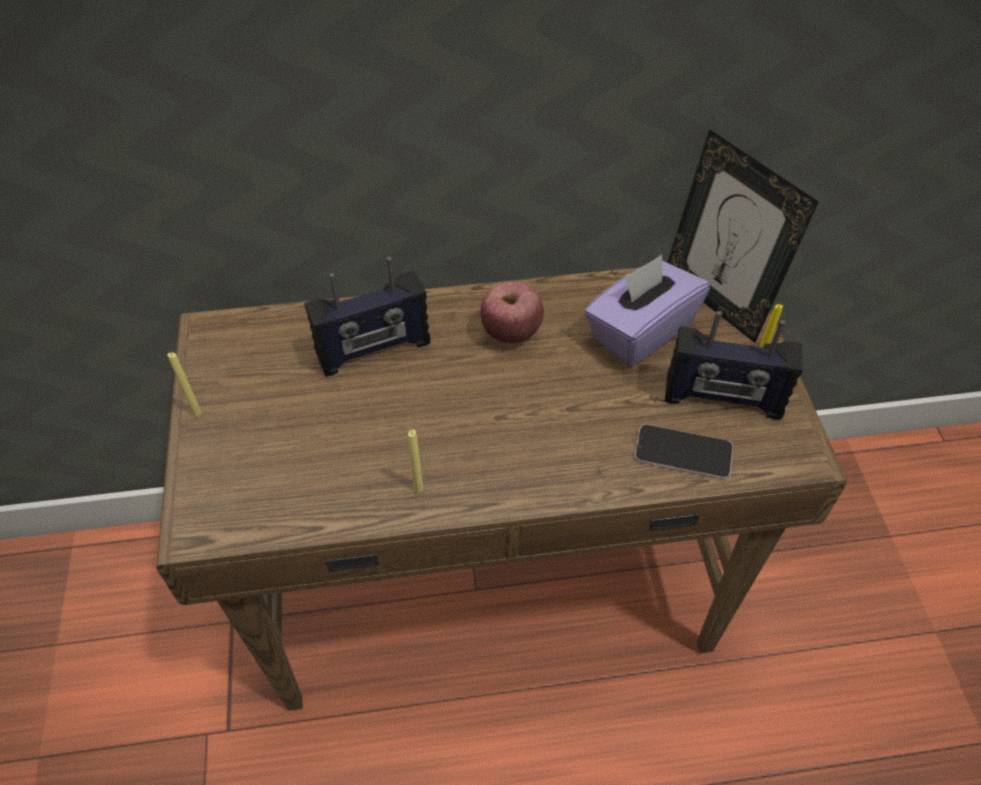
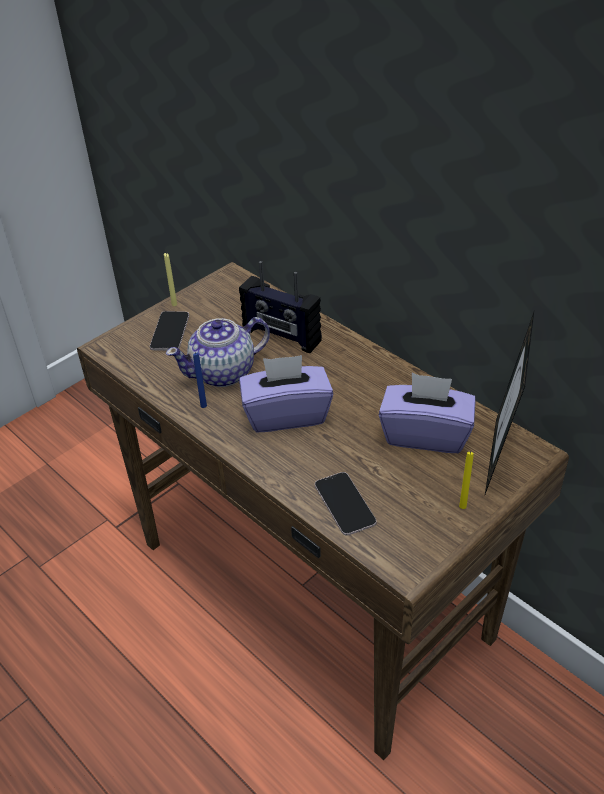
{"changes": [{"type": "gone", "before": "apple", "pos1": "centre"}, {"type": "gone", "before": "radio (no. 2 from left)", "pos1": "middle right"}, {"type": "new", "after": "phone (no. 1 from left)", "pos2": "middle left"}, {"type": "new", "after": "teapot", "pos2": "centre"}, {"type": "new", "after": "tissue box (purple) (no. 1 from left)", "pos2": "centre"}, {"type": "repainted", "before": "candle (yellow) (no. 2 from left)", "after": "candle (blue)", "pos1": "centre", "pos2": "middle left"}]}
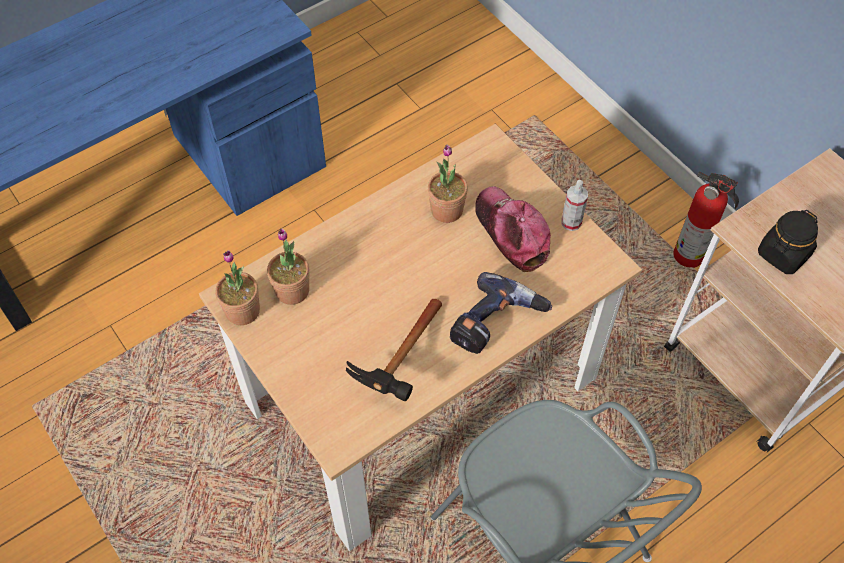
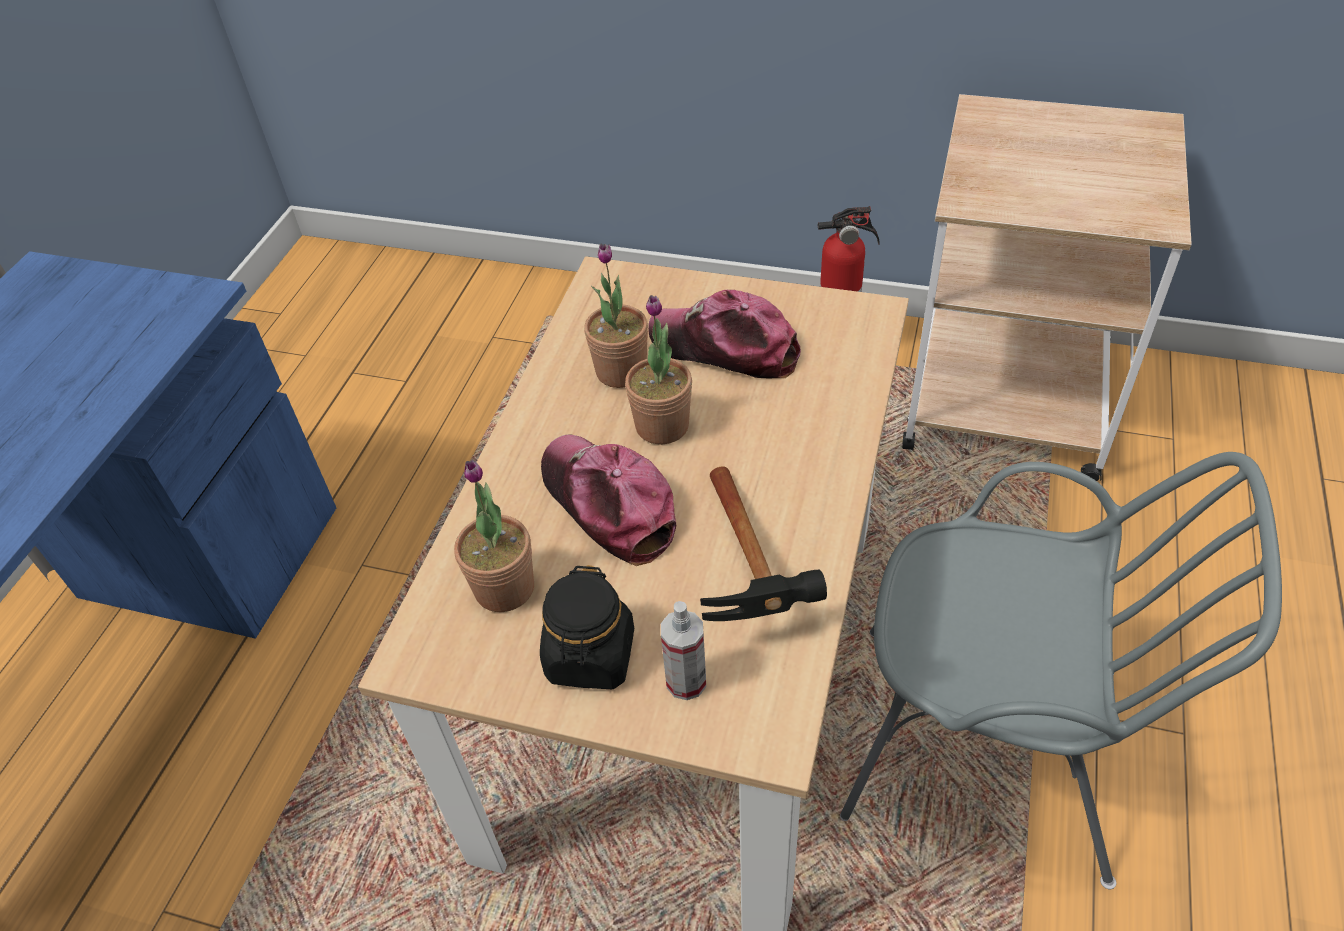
{"changes": [{"type": "gone", "before": "power drill", "pos1": "centre"}, {"type": "new", "after": "cap (no. 1 from left)", "pos2": "centre"}, {"type": "shifted", "before": "potted plant (no. 1 from left in the first image)", "after": "potted plant (no. 3 from left)", "pos1": "middle left", "pos2": "centre"}, {"type": "shifted", "before": "spray bottle", "pos1": "middle right", "pos2": "bottom centre"}, {"type": "shifted", "before": "jar (black)", "pos1": "middle right", "pos2": "bottom centre"}]}
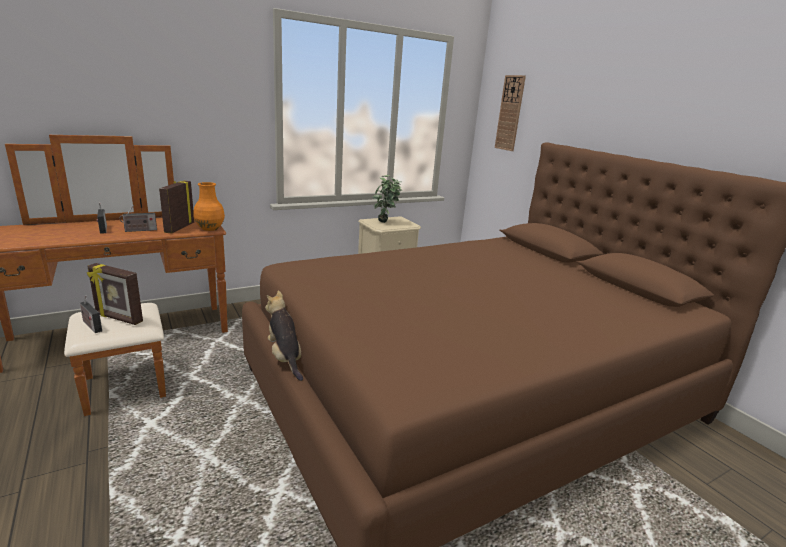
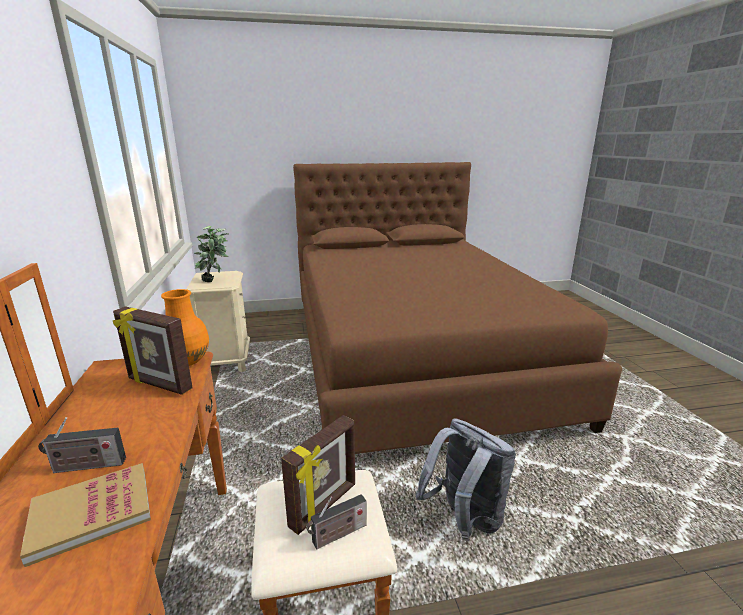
{"changes": [{"type": "gone", "before": "radio (no. 3 from left)", "pos1": "middle left"}, {"type": "gone", "before": "plush toy", "pos1": "centre"}, {"type": "gone", "before": "wall clock", "pos1": "top centre"}, {"type": "new", "after": "book", "pos2": "bottom left"}, {"type": "new", "after": "backpack (grey)", "pos2": "bottom centre"}]}
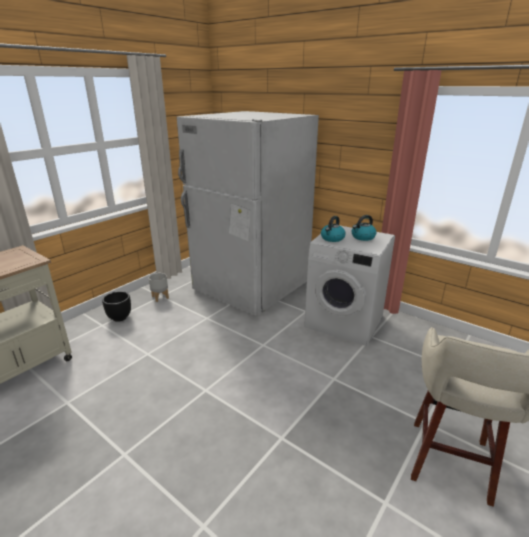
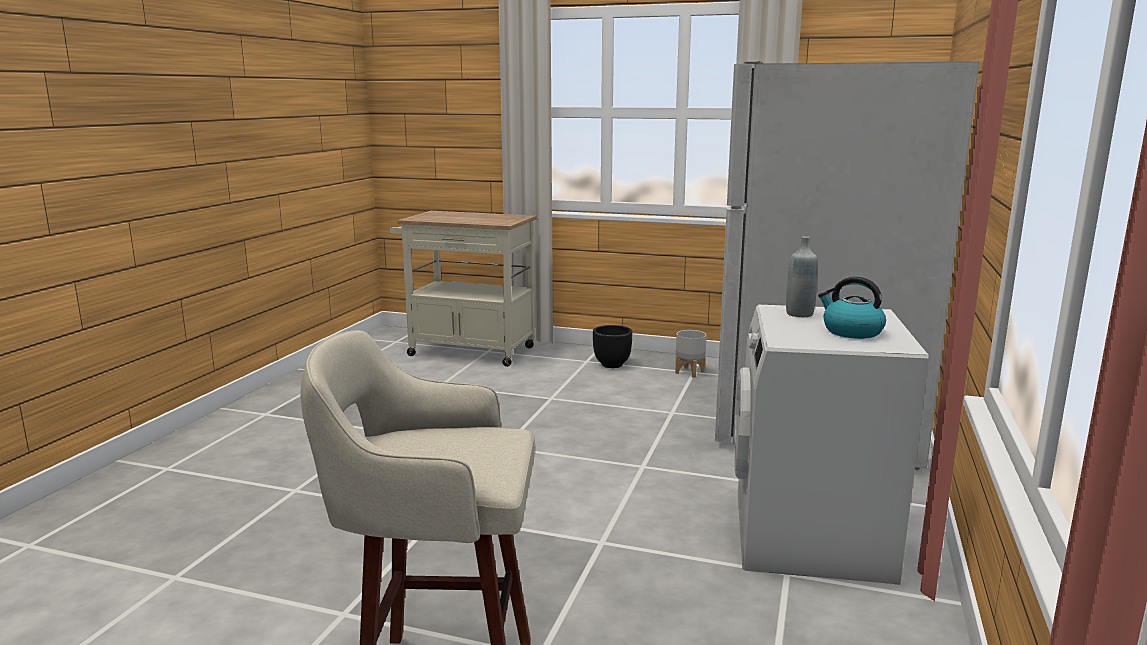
{"changes": [{"type": "swapped", "before": "kettle (no. 1 from left)", "after": "bottle (grey)", "pos1": "centre", "pos2": "middle right"}]}
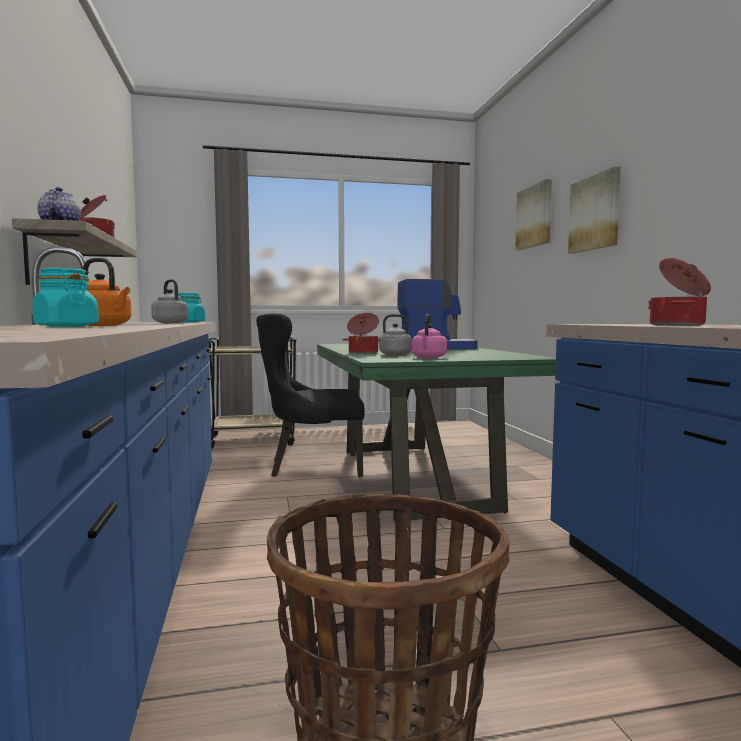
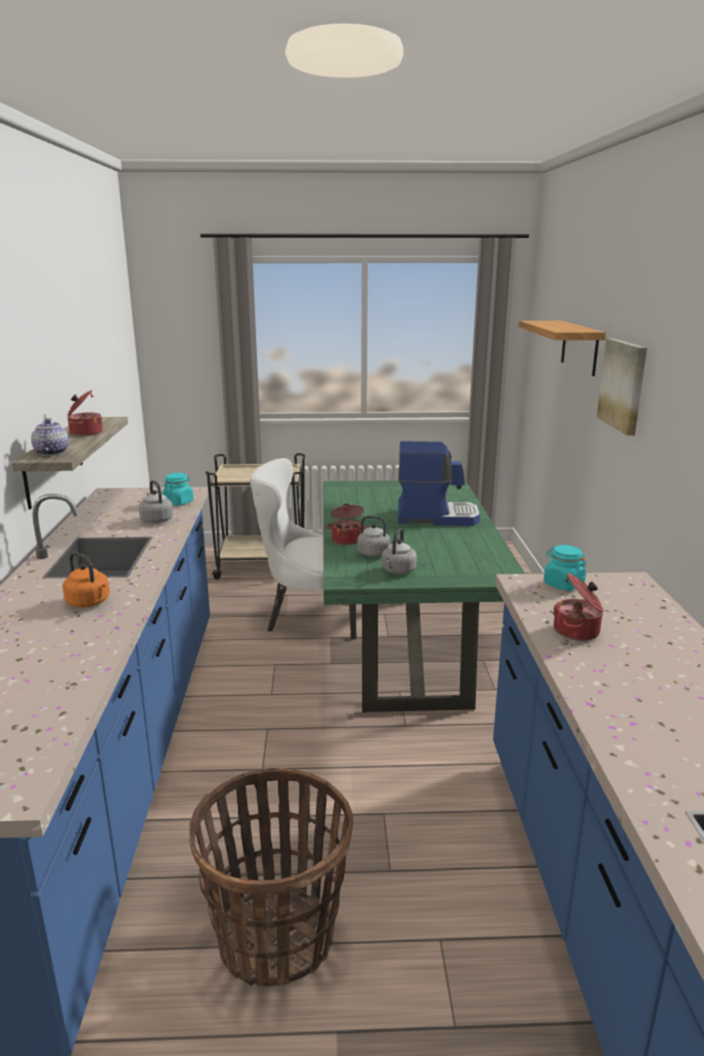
{"changes": [{"type": "shifted", "before": "jar (turquoise) (no. 1 from left in the first image)", "after": "jar (turquoise) (no. 2 from left)", "pos1": "middle left", "pos2": "middle right"}, {"type": "swapped", "before": "picture (no. 1 from left)", "after": "shelf (no. 2 from left)", "pos1": "top right", "pos2": "top right"}, {"type": "repainted", "before": "chair (black)", "after": "chair (white)", "pos1": "centre", "pos2": "centre"}, {"type": "repainted", "before": "kettle (pink)", "after": "kettle (grey) (no. 3 from left)", "pos1": "centre", "pos2": "centre"}]}
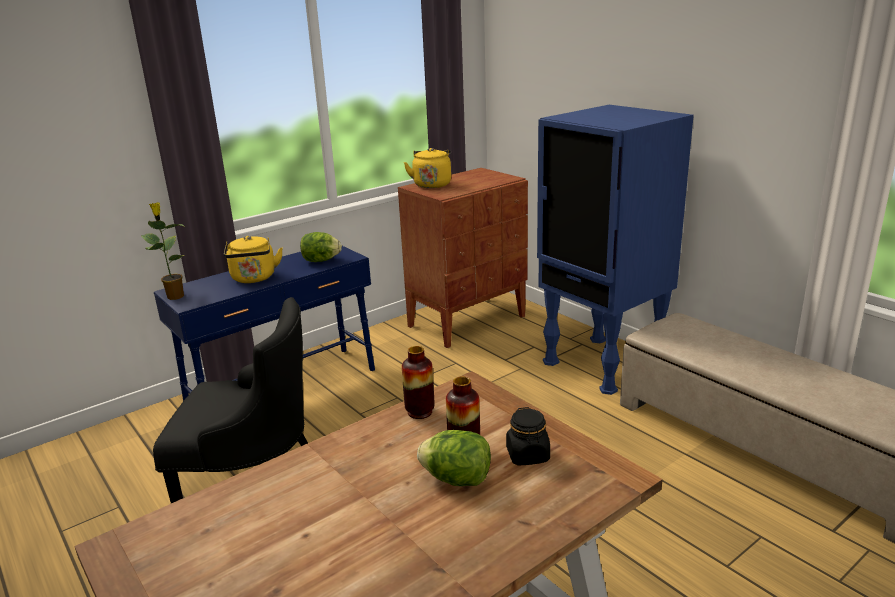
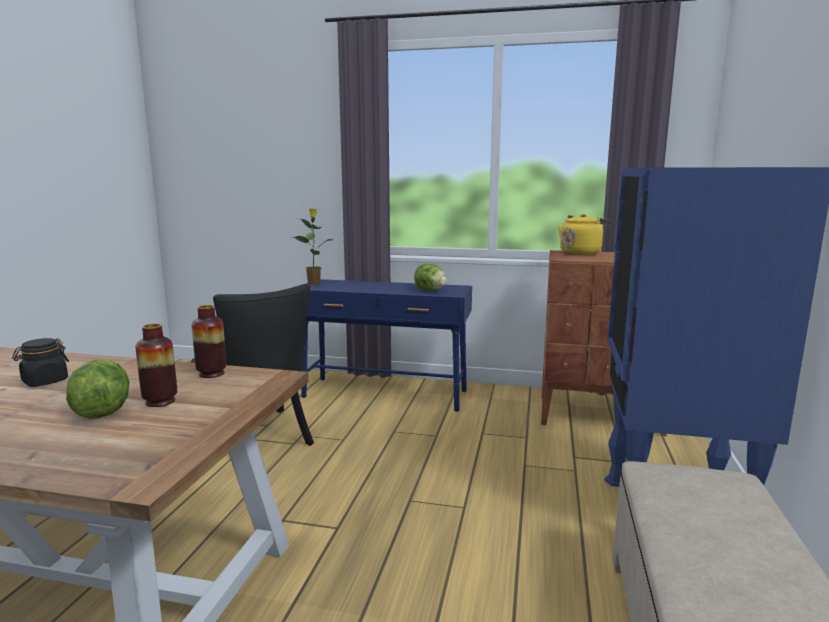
{"changes": [{"type": "gone", "before": "kettle (yellow) (no. 1 from left)", "pos1": "middle left"}, {"type": "shifted", "before": "jar (black)", "pos1": "bottom centre", "pos2": "middle left"}]}
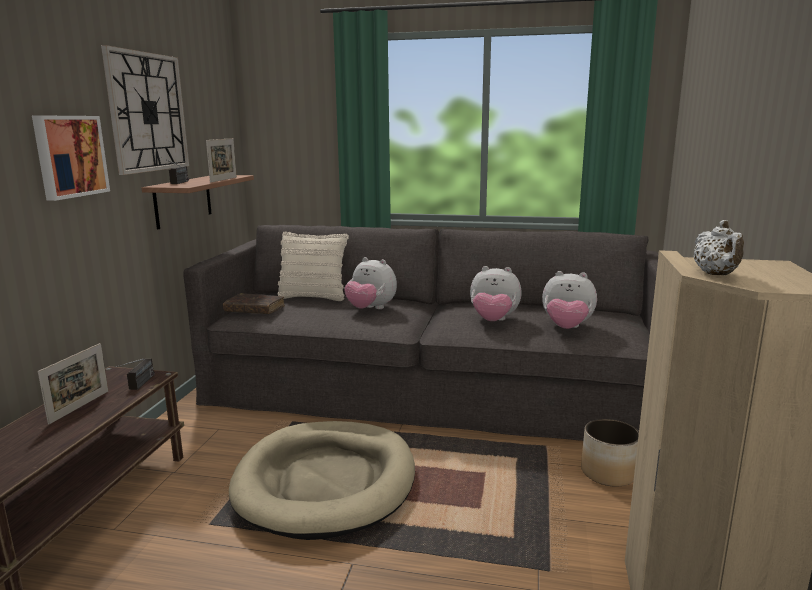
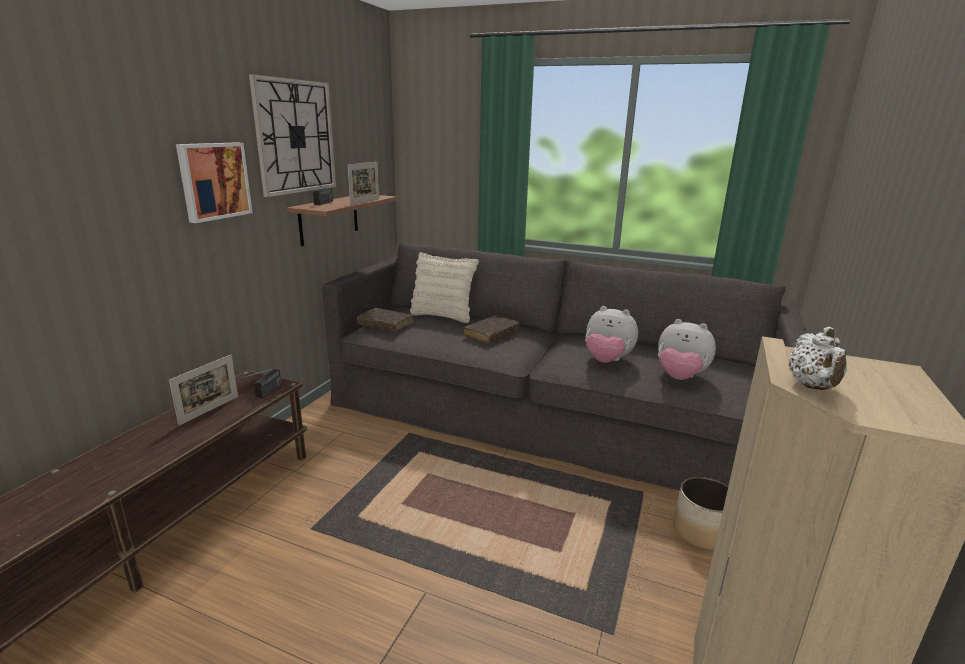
{"changes": [{"type": "gone", "before": "dog bed (beige)", "pos1": "bottom centre"}, {"type": "swapped", "before": "plush toy (no. 1 from left)", "after": "book (brown) (no. 2 from left)", "pos1": "centre", "pos2": "centre"}]}
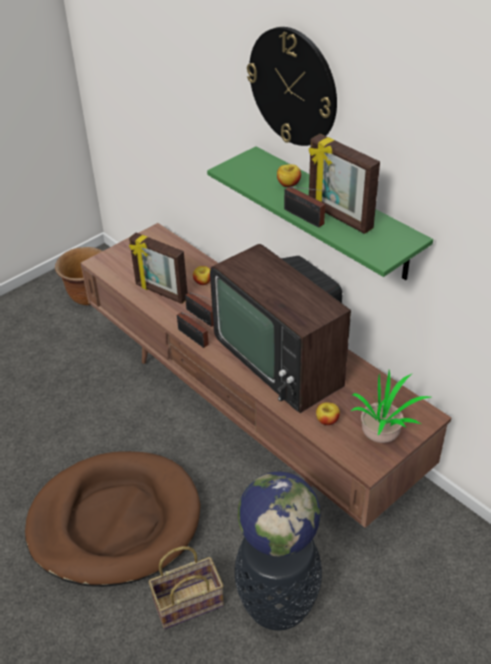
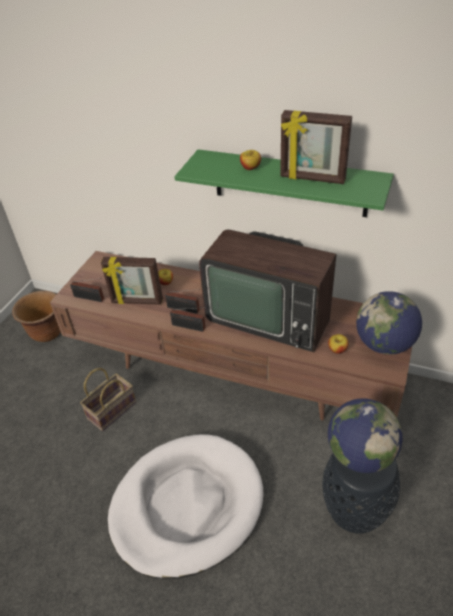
{"changes": [{"type": "gone", "before": "wall clock", "pos1": "top centre"}, {"type": "shifted", "before": "basket", "pos1": "bottom centre", "pos2": "middle left"}, {"type": "shifted", "before": "radio (no. 3 from left in the first image)", "after": "radio (no. 1 from left)", "pos1": "top centre", "pos2": "middle left"}, {"type": "swapped", "before": "potted plant", "after": "globe (no. 2 from left)", "pos1": "middle right", "pos2": "middle right"}, {"type": "repainted", "before": "dog bed (brown)", "after": "dog bed (white)", "pos1": "bottom left", "pos2": "bottom centre"}]}
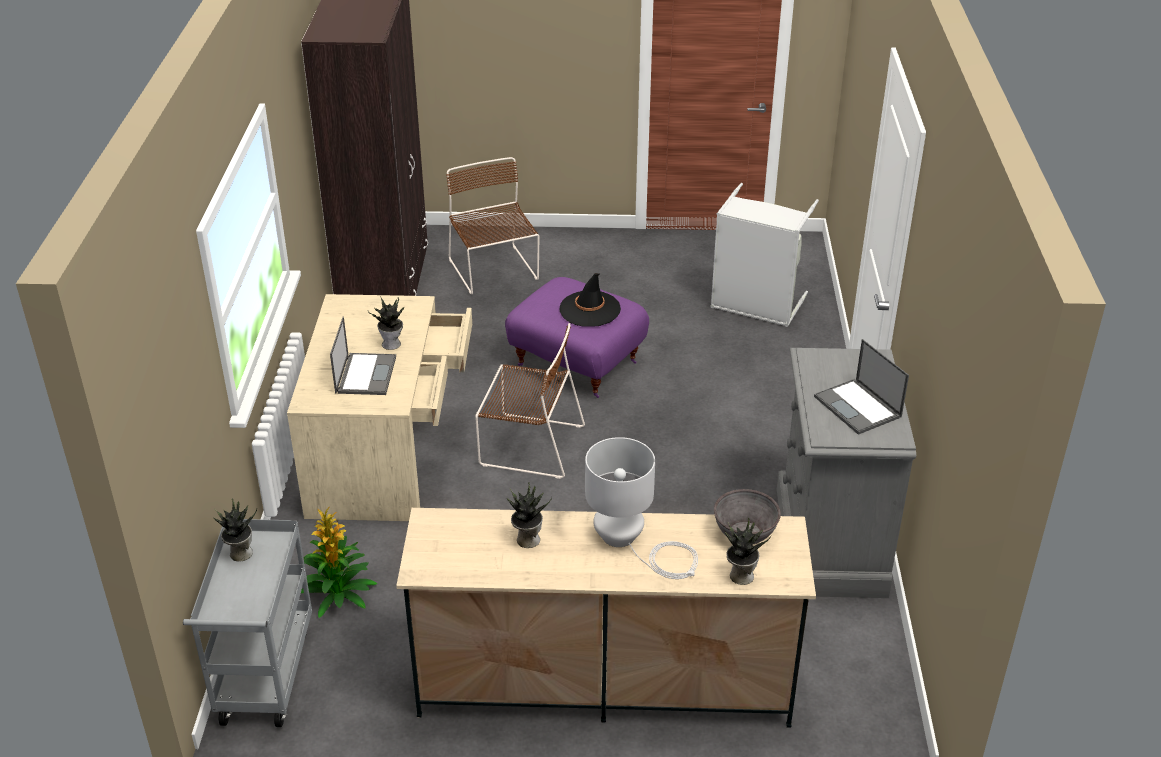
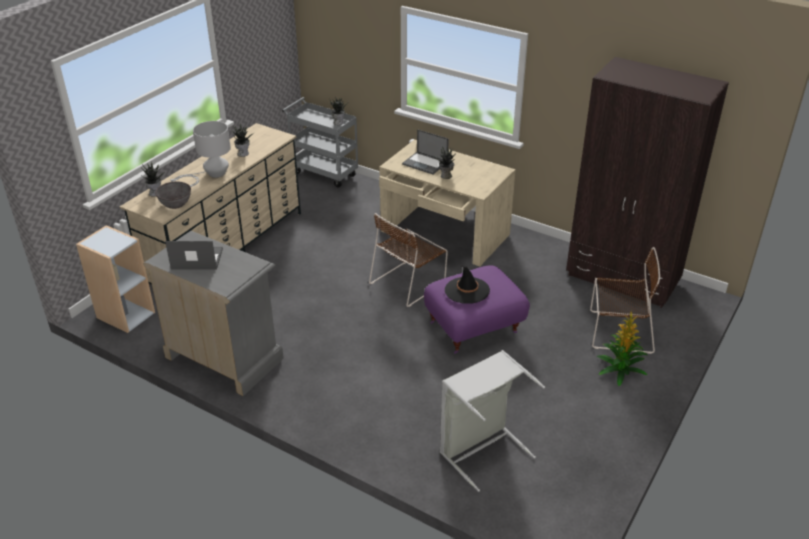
{"changes": [{"type": "new", "after": "bookcase", "pos2": "middle left"}, {"type": "shifted", "before": "potted plant (no. 2 from left in the first image)", "after": "potted plant (no. 5 from left)", "pos1": "bottom left", "pos2": "middle right"}]}
